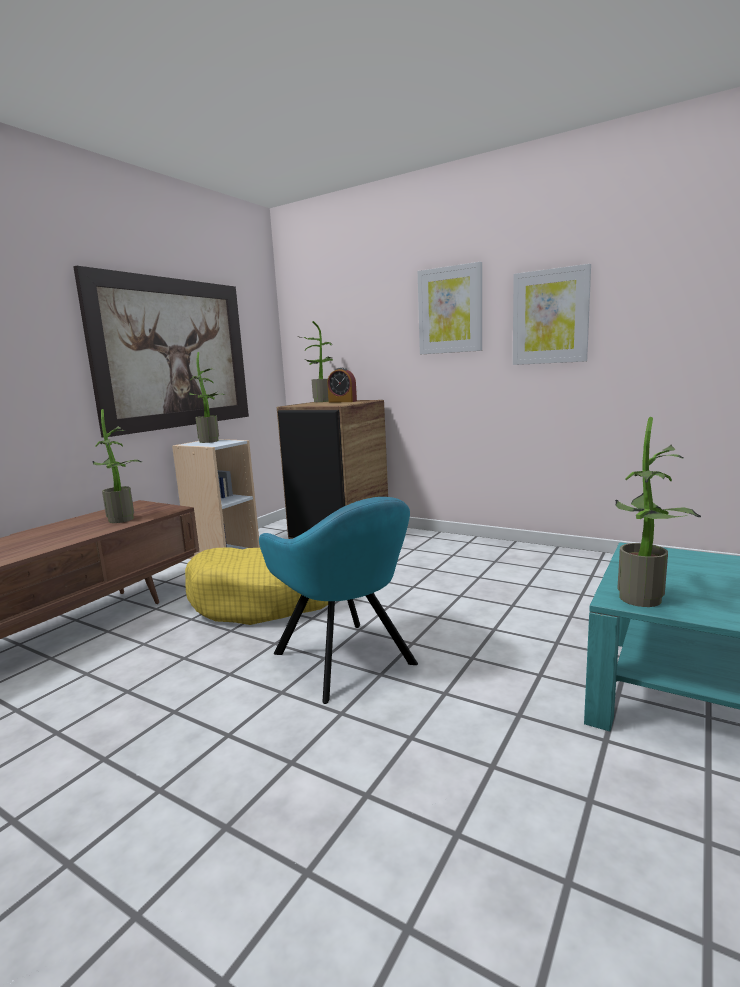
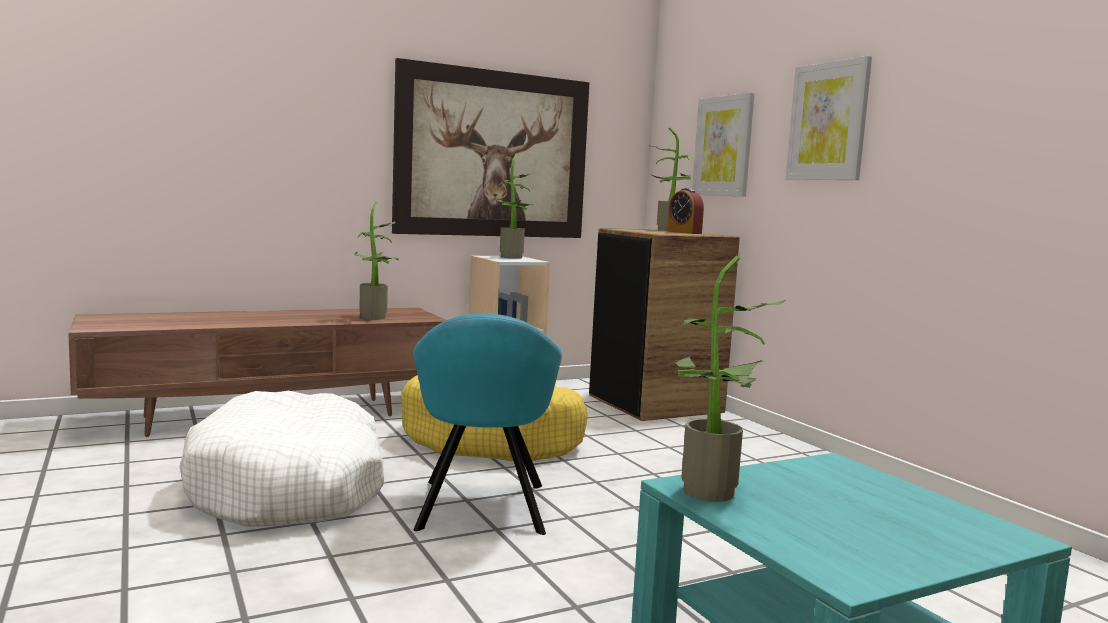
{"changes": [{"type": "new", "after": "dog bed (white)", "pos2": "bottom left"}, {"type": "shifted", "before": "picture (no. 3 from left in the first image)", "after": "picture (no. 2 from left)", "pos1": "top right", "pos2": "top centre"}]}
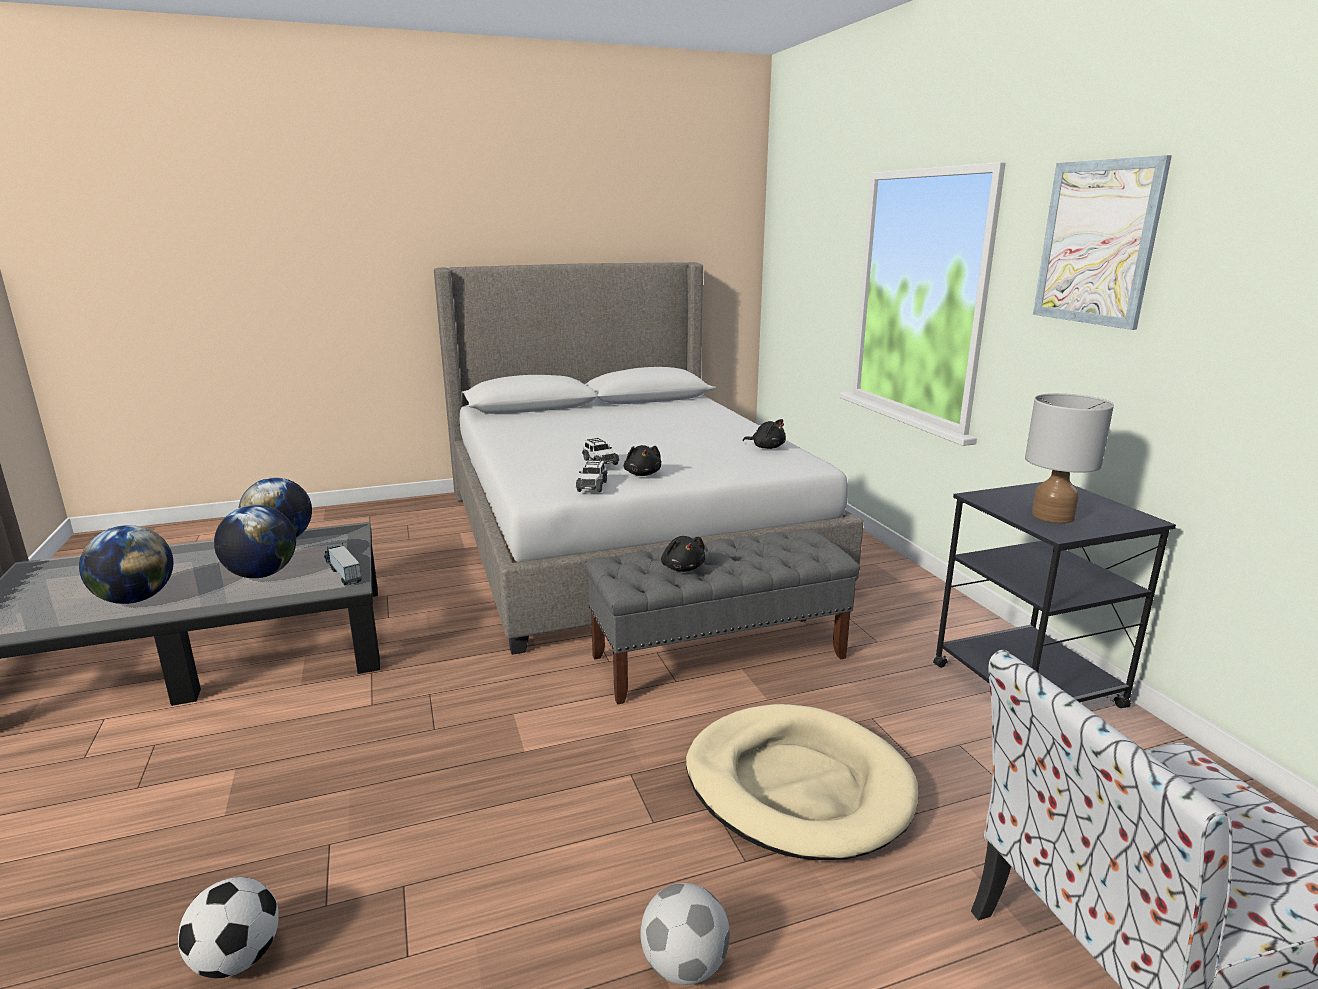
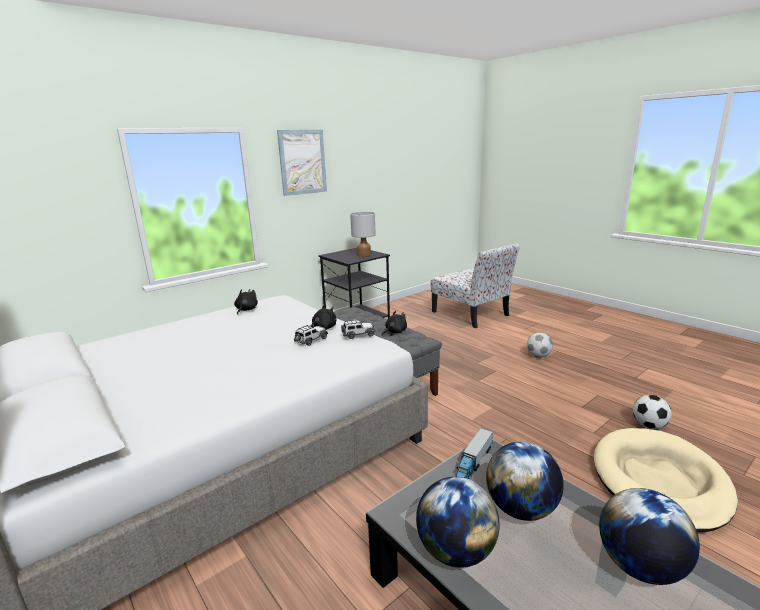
{"changes": [{"type": "shifted", "before": "dog bed (beige)", "pos1": "bottom centre", "pos2": "bottom right"}]}
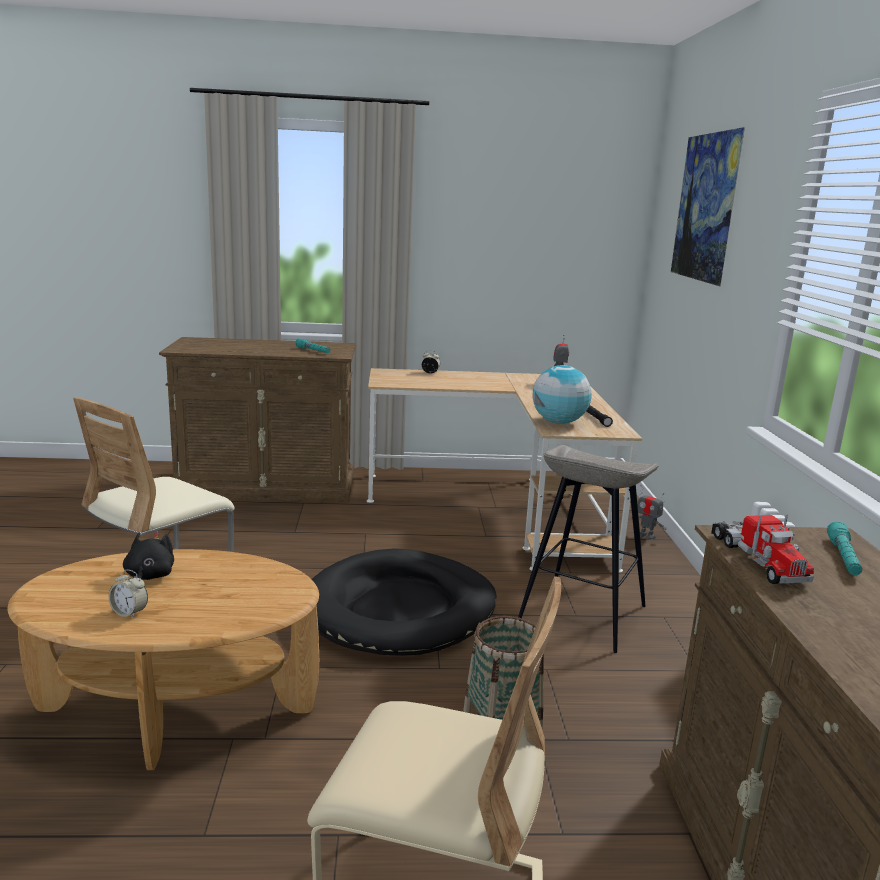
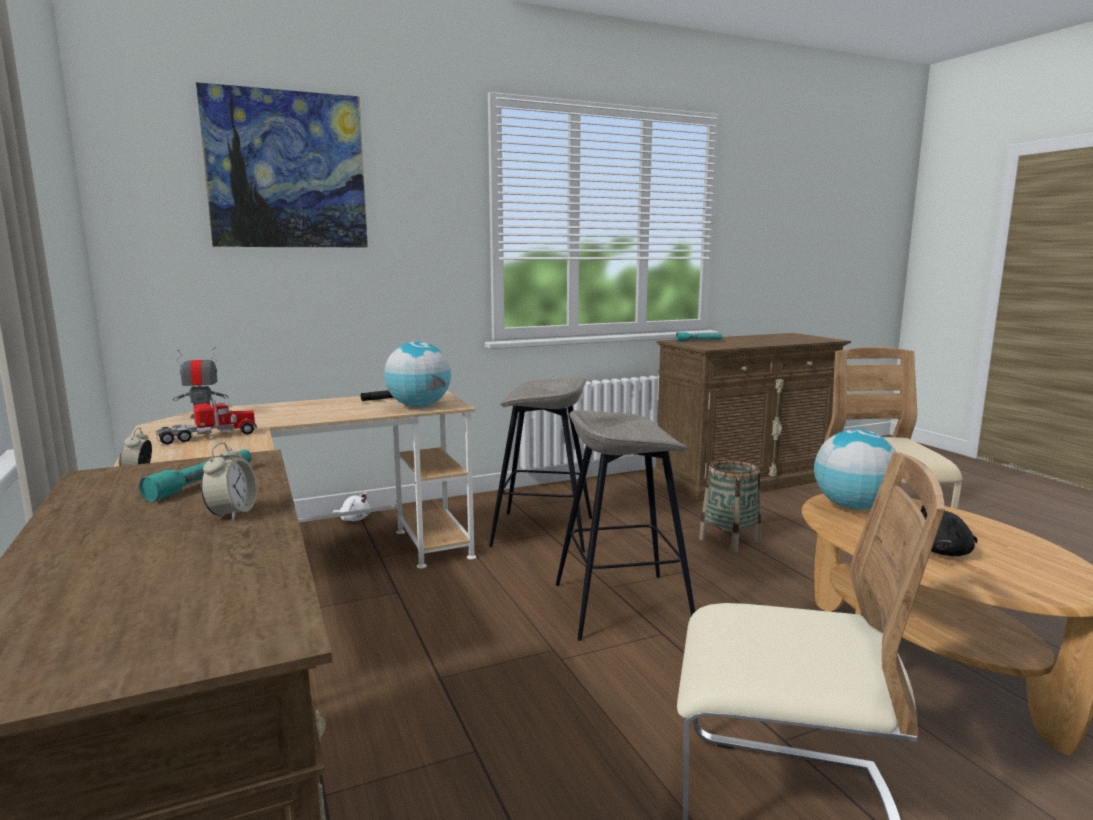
{"changes": [{"type": "new", "after": "globe (no. 2 from left)", "pos2": "middle right"}, {"type": "shifted", "before": "alarm clock (no. 1 from left in the first image)", "after": "alarm clock (no. 2 from left)", "pos1": "bottom left", "pos2": "middle left"}, {"type": "shifted", "before": "toy truck", "pos1": "middle right", "pos2": "middle left"}, {"type": "swapped", "before": "dog bed (black)", "after": "stool (grey) (no. 2 from left)", "pos1": "bottom centre", "pos2": "centre"}, {"type": "swapped", "before": "toy robot (no. 2 from left)", "after": "plush toy (white)", "pos1": "middle right", "pos2": "middle left"}]}
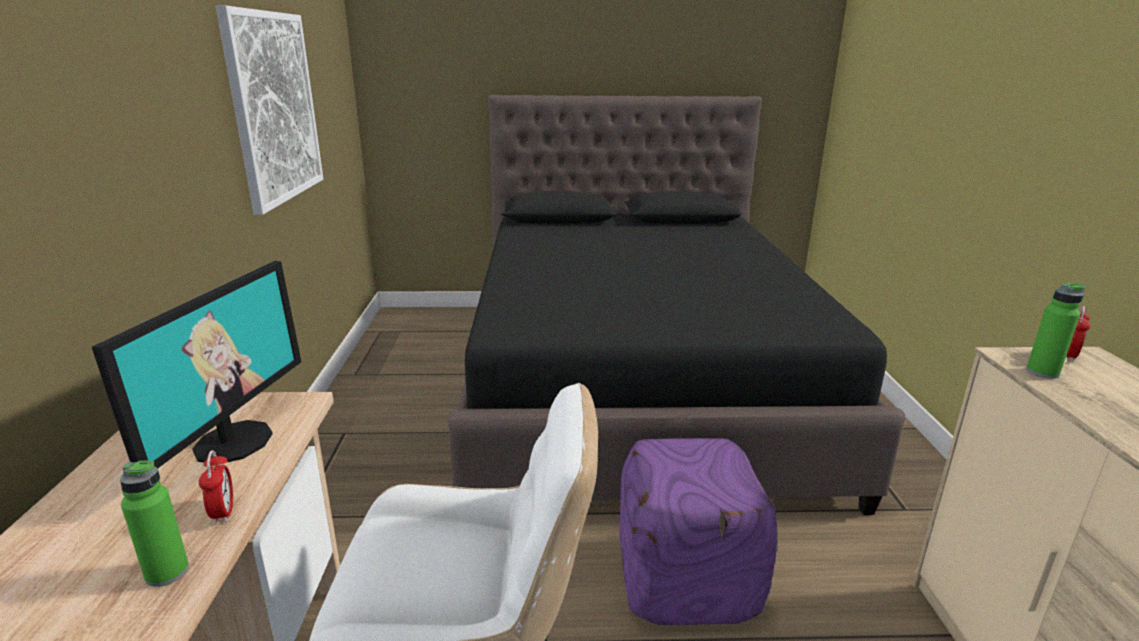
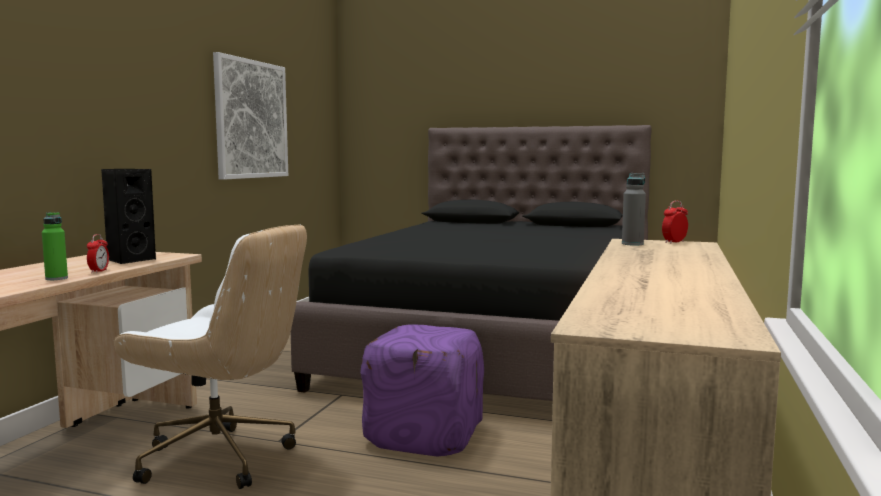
{"changes": [{"type": "swapped", "before": "monitor", "after": "speaker (black)", "pos1": "middle left", "pos2": "middle left"}, {"type": "repainted", "before": "bottle (green) (no. 2 from left)", "after": "bottle (grey)", "pos1": "middle right", "pos2": "middle right"}]}
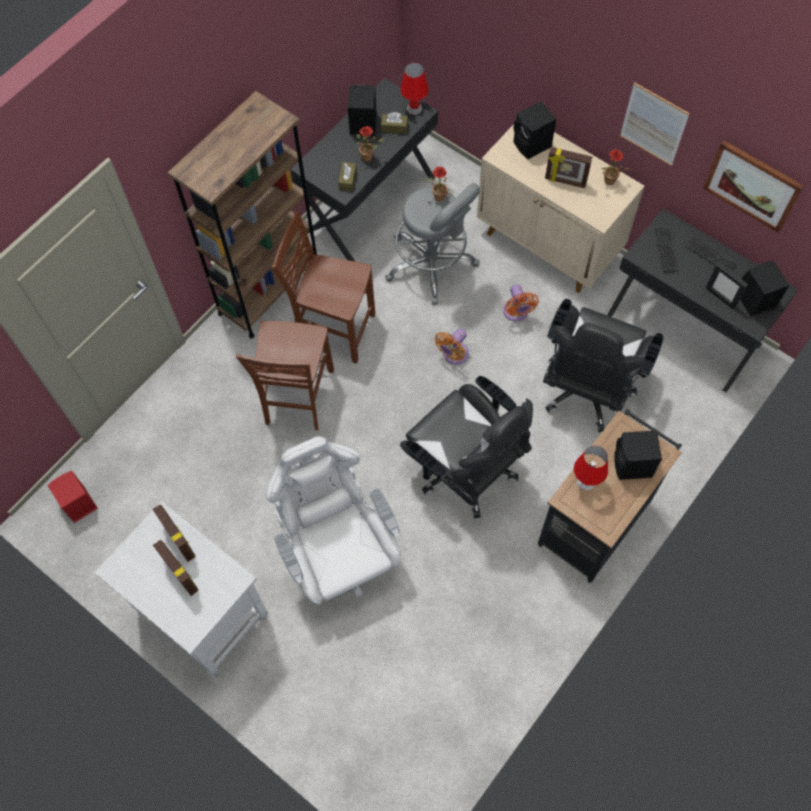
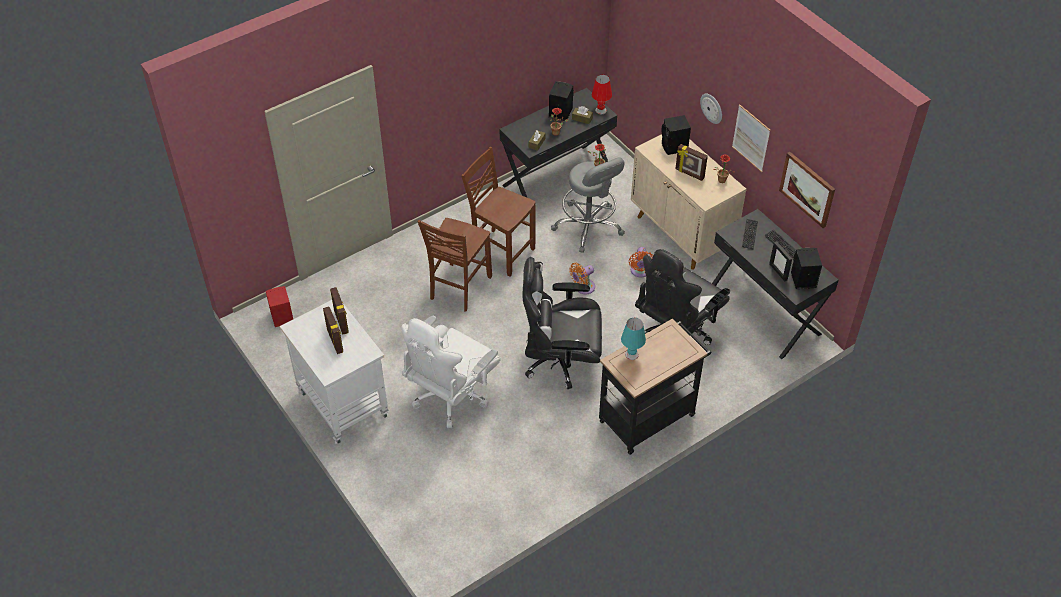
{"changes": [{"type": "gone", "before": "bookcase (brown)", "pos1": "top left"}, {"type": "gone", "before": "speaker (black) (no. 3 from left)", "pos1": "middle right"}, {"type": "new", "after": "wall clock", "pos2": "top right"}, {"type": "repainted", "before": "table lamp (red) (no. 2 from left)", "after": "table lamp (turquoise)", "pos1": "middle right", "pos2": "centre"}, {"type": "rotated", "before": "office chair (white)", "pos1": "centre", "pos2": "centre", "turn": -135}, {"type": "rotated", "before": "office chair (black) (no. 1 from left)", "pos1": "centre", "pos2": "centre", "turn": 120}]}
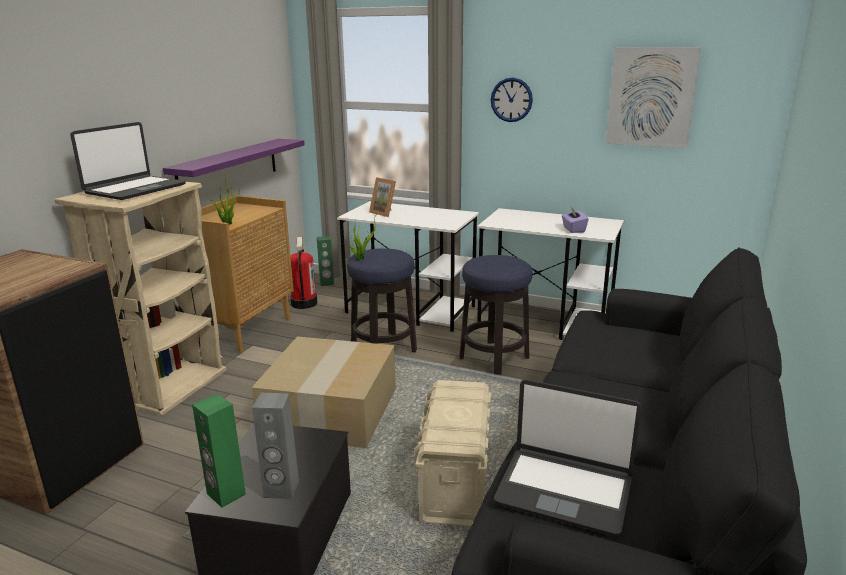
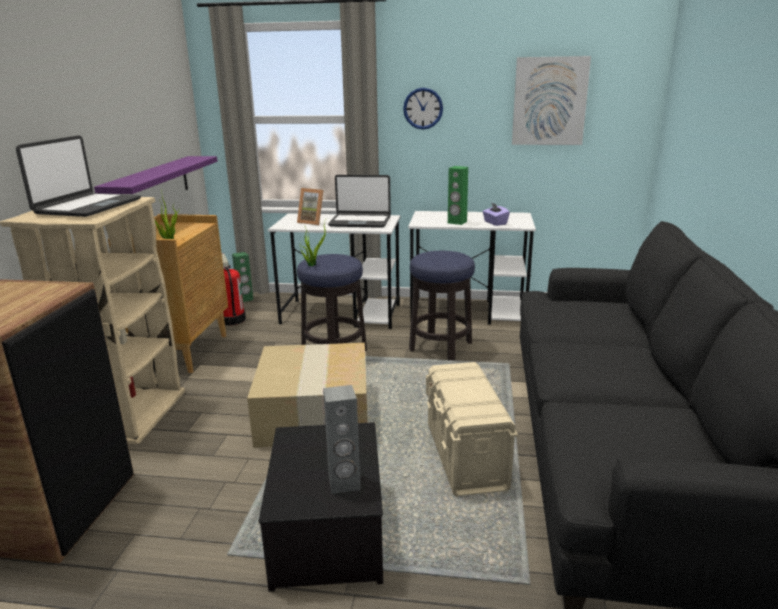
{"changes": [{"type": "shifted", "before": "speaker (green) (no. 1 from left in the first image)", "after": "speaker (green) (no. 2 from left)", "pos1": "bottom left", "pos2": "top centre"}, {"type": "shifted", "before": "laptop (no. 2 from left)", "pos1": "bottom right", "pos2": "top centre"}]}
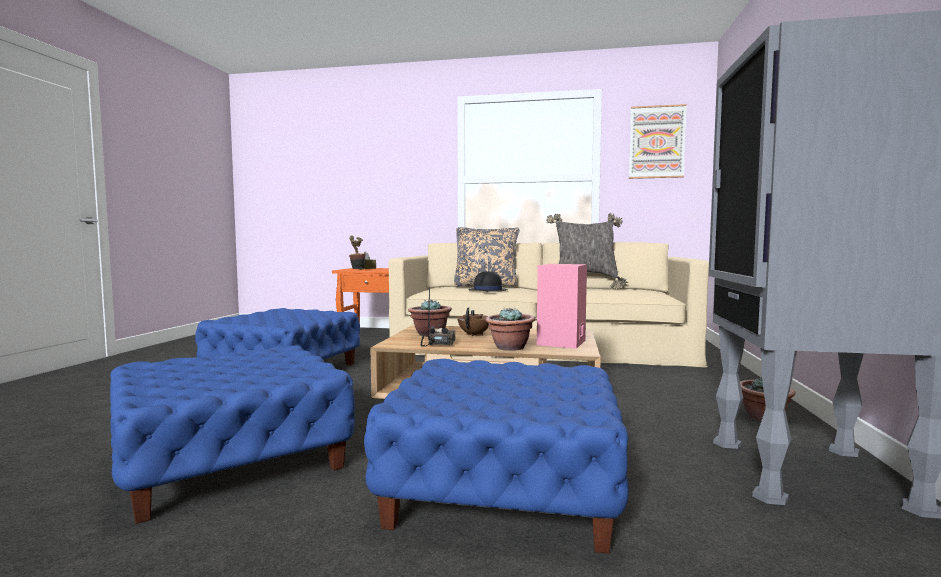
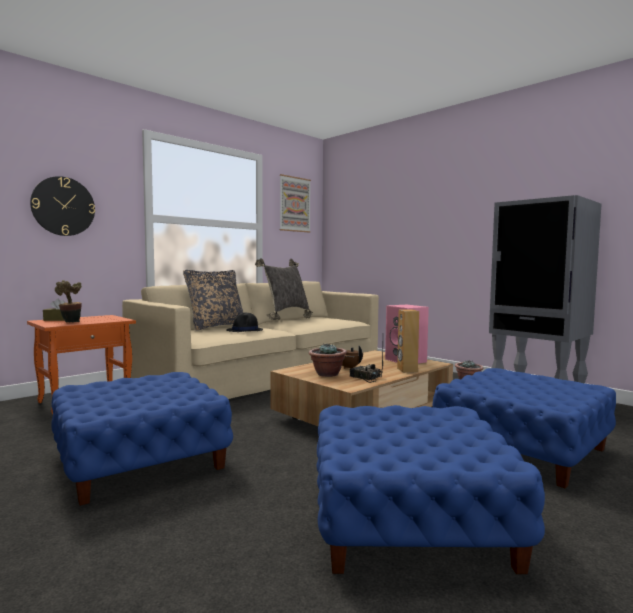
{"changes": [{"type": "new", "after": "wall clock", "pos2": "middle left"}, {"type": "swapped", "before": "potted plant (no. 3 from left)", "after": "speaker (brown)", "pos1": "centre", "pos2": "centre"}]}
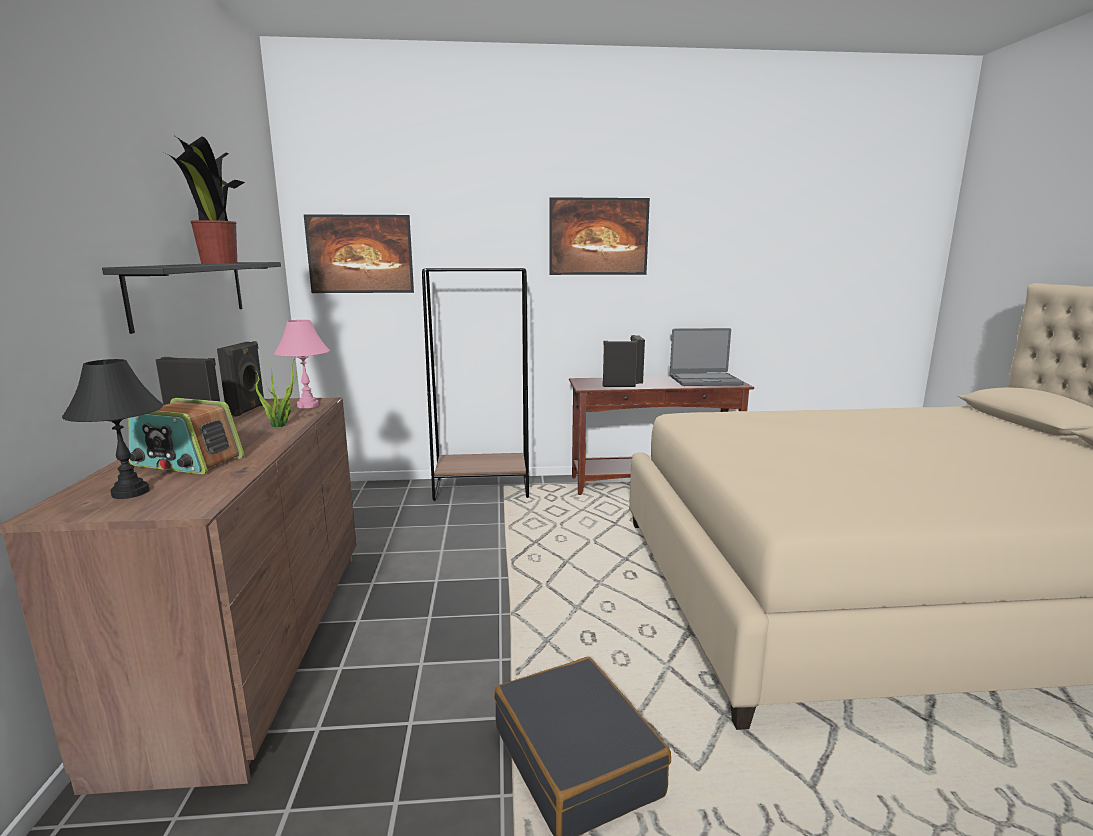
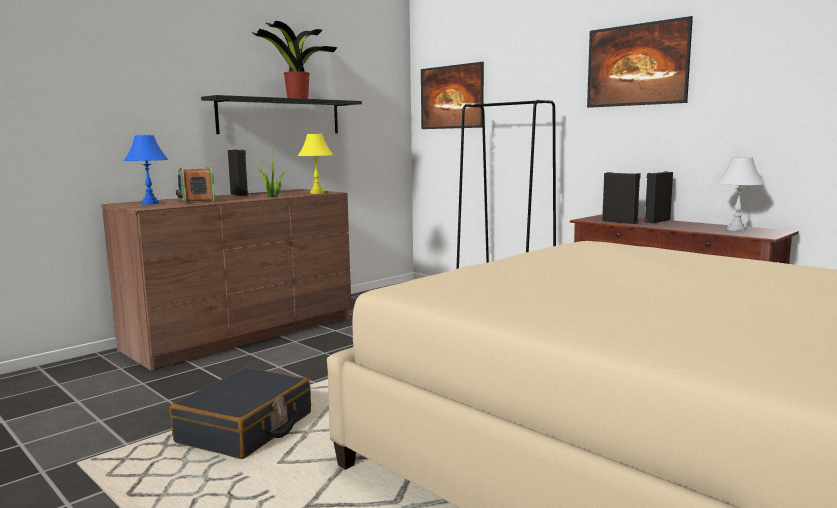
{"changes": [{"type": "gone", "before": "speaker (black) (no. 2 from left)", "pos1": "middle left"}, {"type": "swapped", "before": "laptop", "after": "table lamp (white)", "pos1": "centre", "pos2": "middle right"}, {"type": "repainted", "before": "table lamp (black)", "after": "table lamp (blue)", "pos1": "middle left", "pos2": "middle left"}, {"type": "repainted", "before": "table lamp (pink)", "after": "table lamp (yellow)", "pos1": "middle left", "pos2": "top centre"}]}
